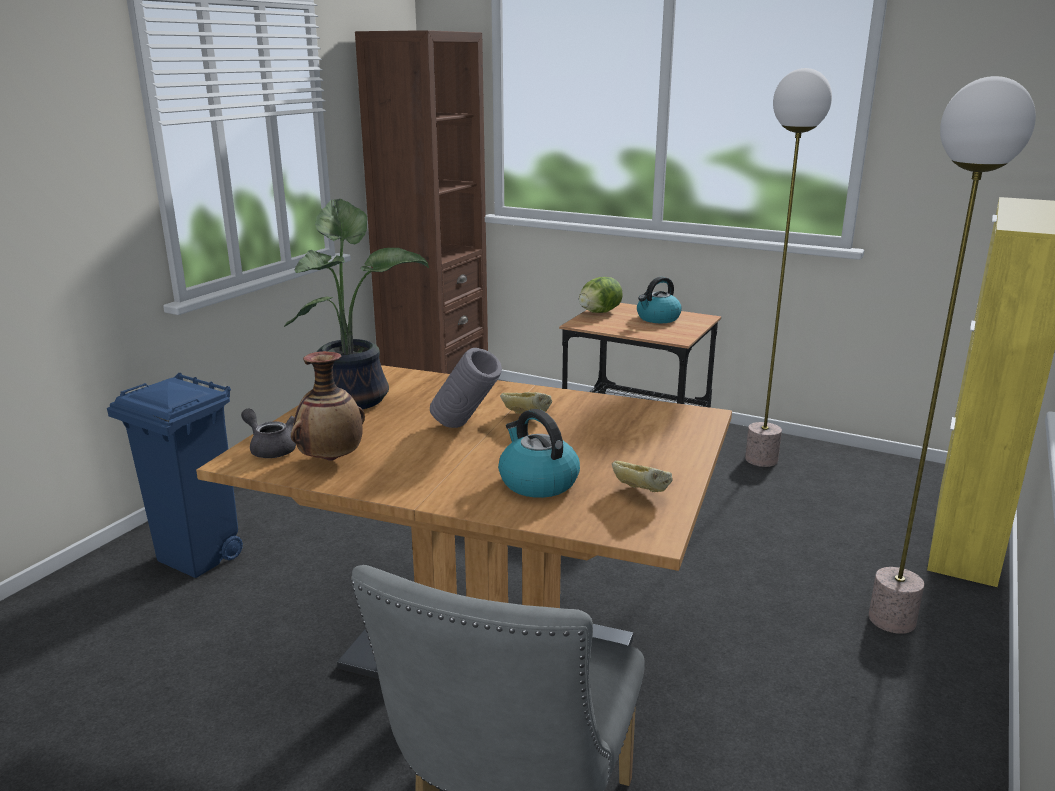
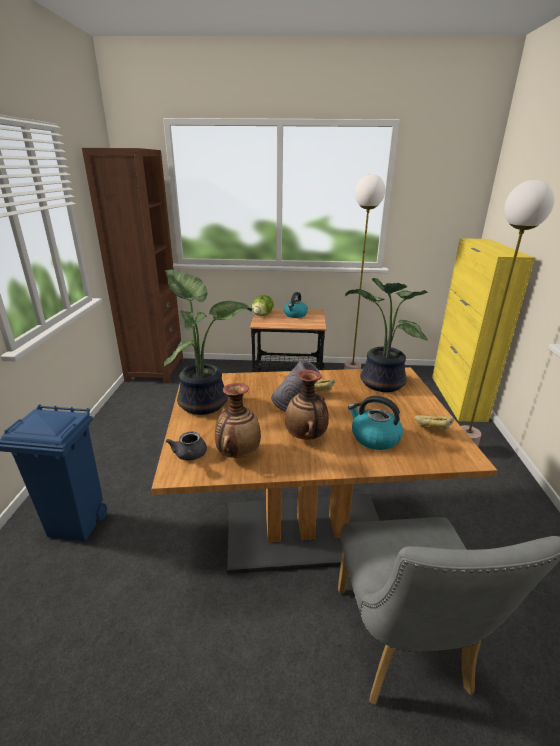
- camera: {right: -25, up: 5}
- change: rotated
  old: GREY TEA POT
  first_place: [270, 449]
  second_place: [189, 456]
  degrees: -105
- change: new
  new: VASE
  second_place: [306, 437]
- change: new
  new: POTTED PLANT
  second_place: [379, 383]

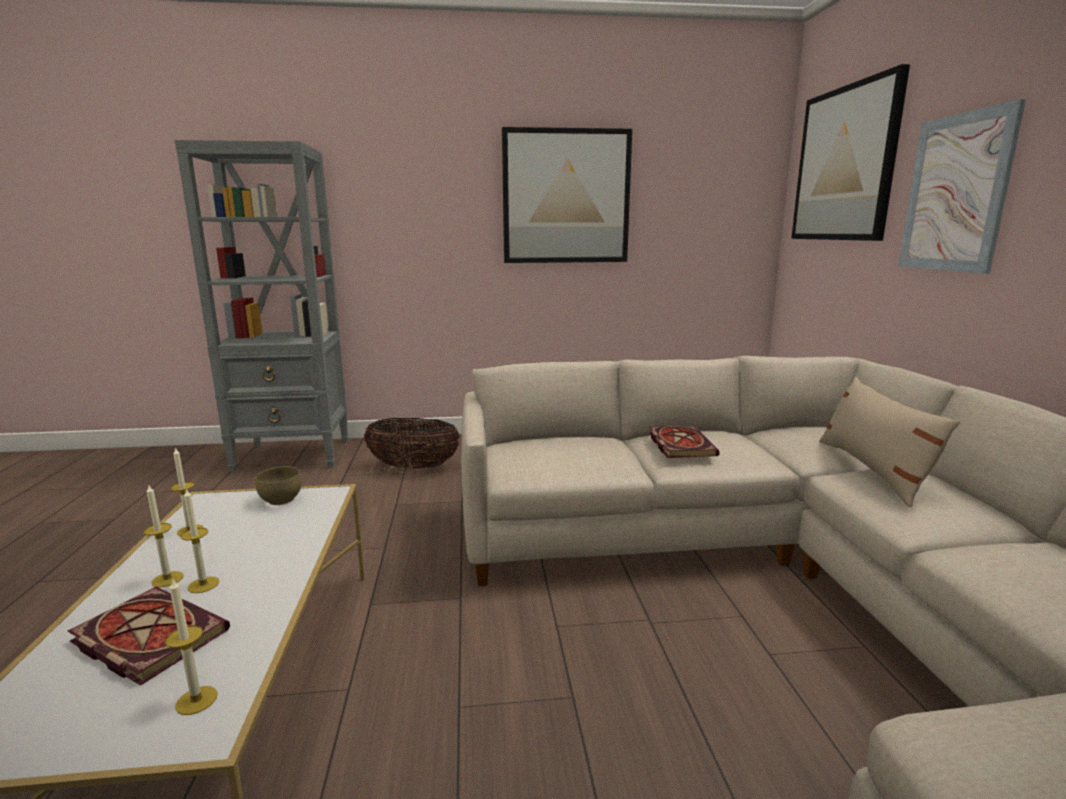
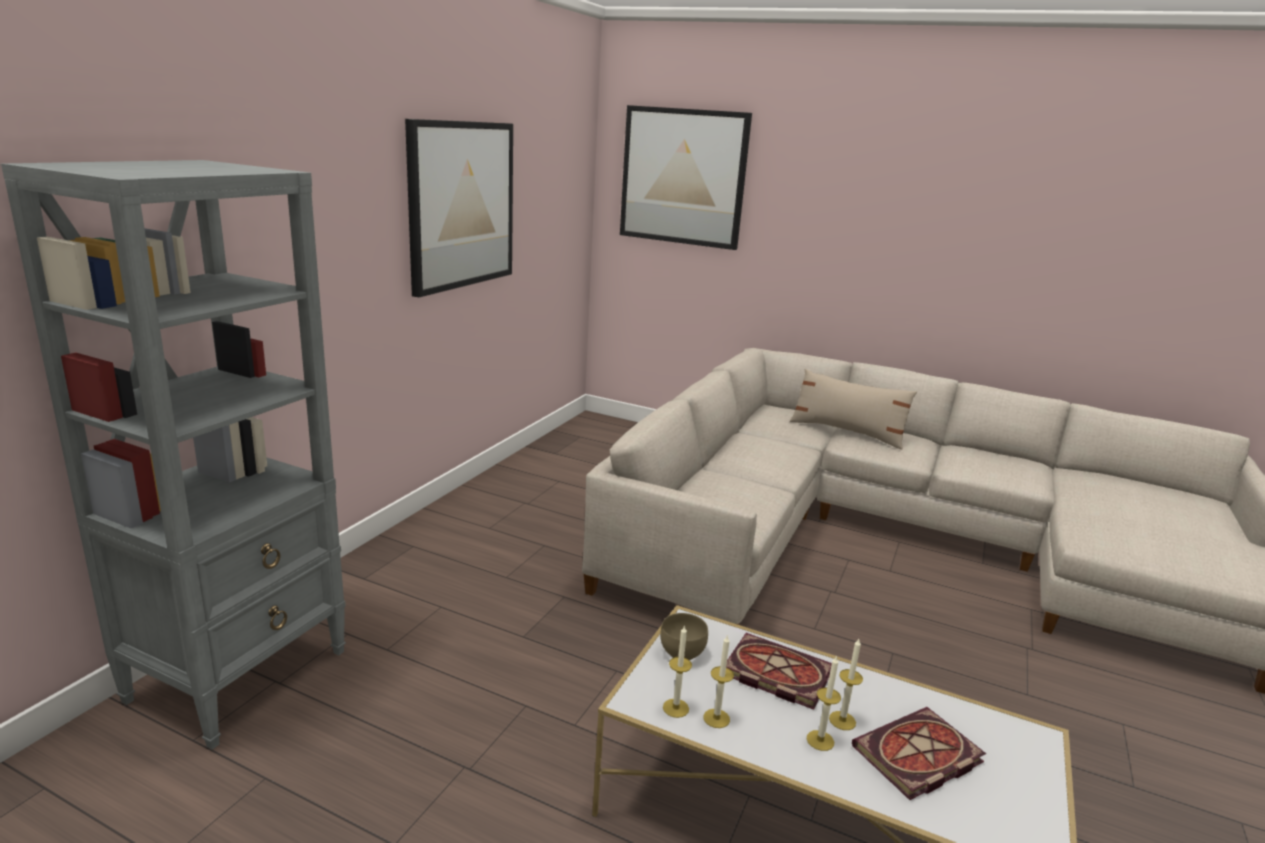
- camera: {right: -60, up: 5}
- change: shifted
  old: WAX CANDLE
  first_place: [196, 700]
  second_place: [675, 708]
- change: gone
  old: STORAGE BASKET
  first_place: [413, 467]
- change: shifted
  old: VOLUME
  first_place: [679, 444]
  second_place: [774, 673]
- change: gone
  old: WALL ART
  first_place: [955, 193]

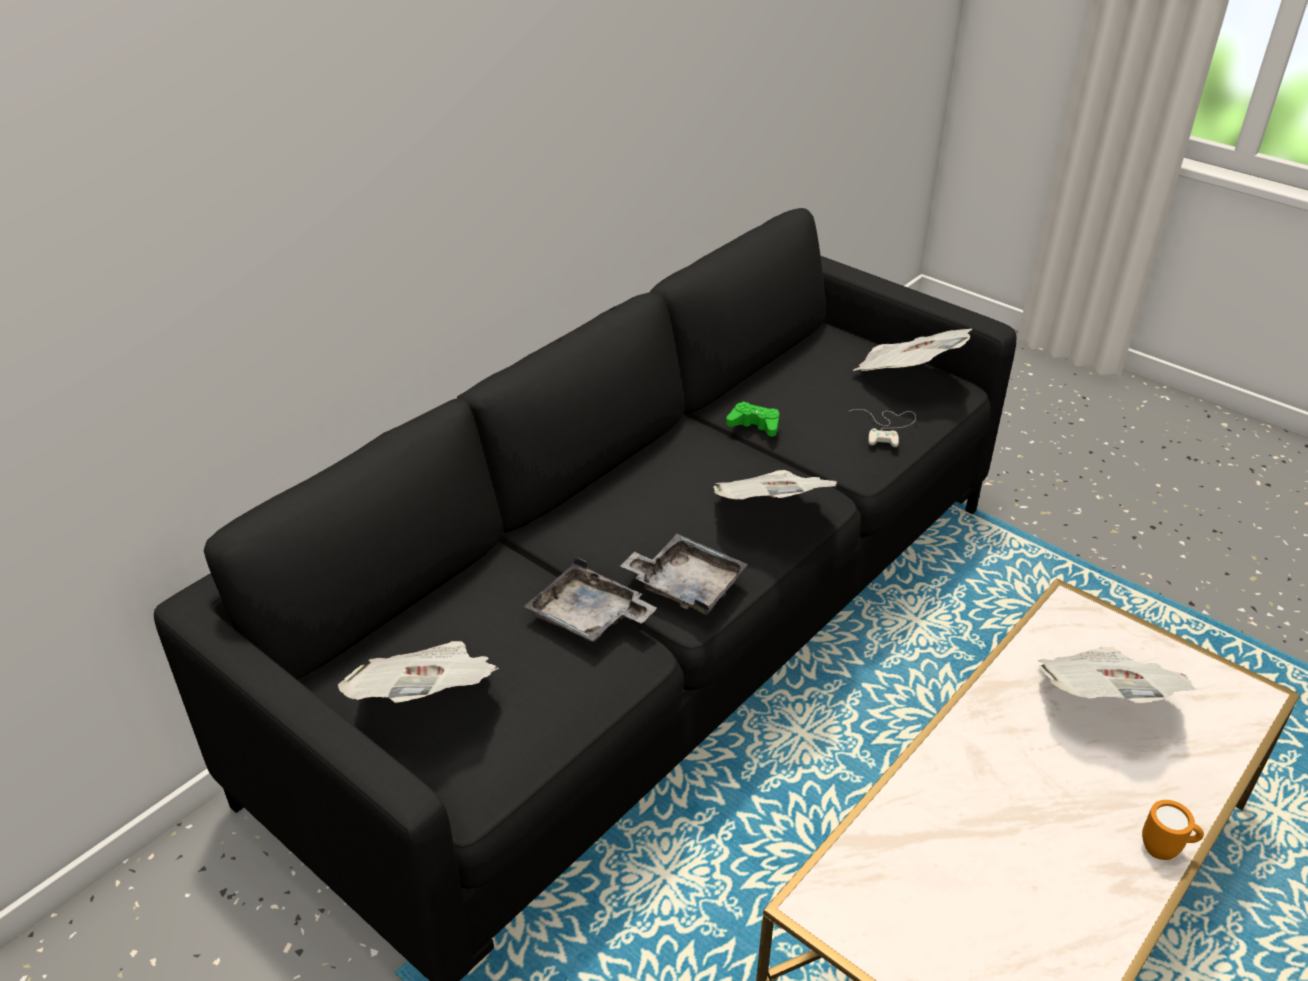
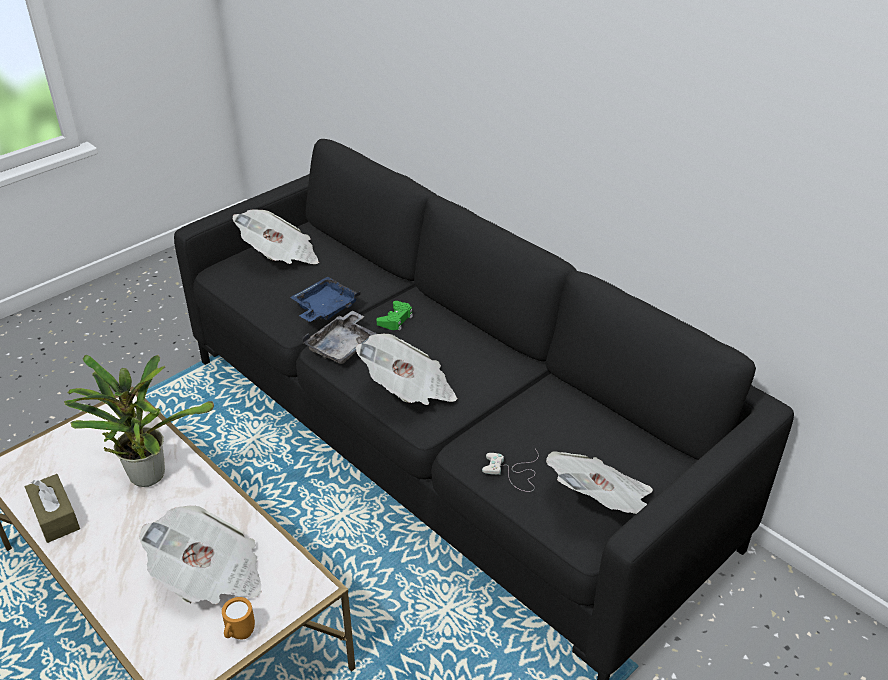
- camera: {right: 95, up: 0}
- change: repainted
  old: GREY CARRYING TRAY
  new: BLUE CARRYING TRAY
  first_place: [589, 617]
  second_place: [324, 308]
- change: shifted
  old: GREEN-COLOURED JOYPAD
  first_place: [754, 425]
  second_place: [395, 319]
- change: shifted
  old: ORANGE COFFEE MUG
  first_place: [1165, 850]
  second_place: [239, 635]
- change: new
  new: BROWNISH TISSUE HOLDER
  second_place: [55, 516]
- change: new
  new: POTTED PLANT
  second_place: [145, 473]

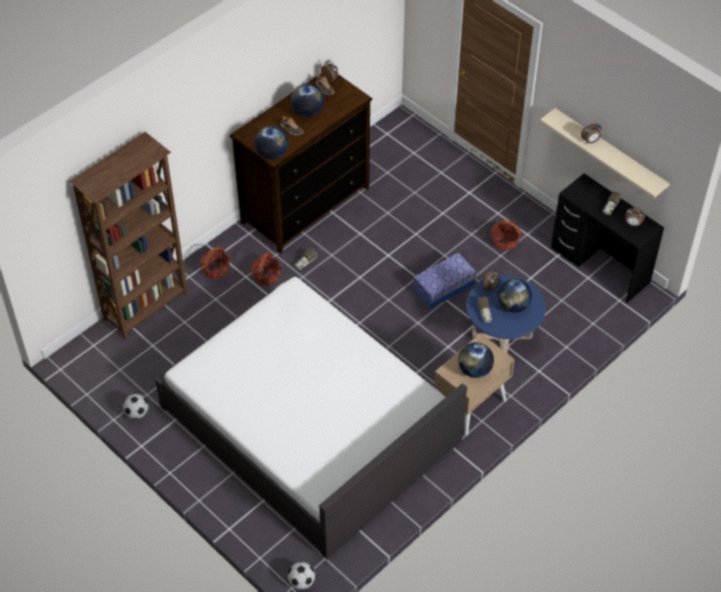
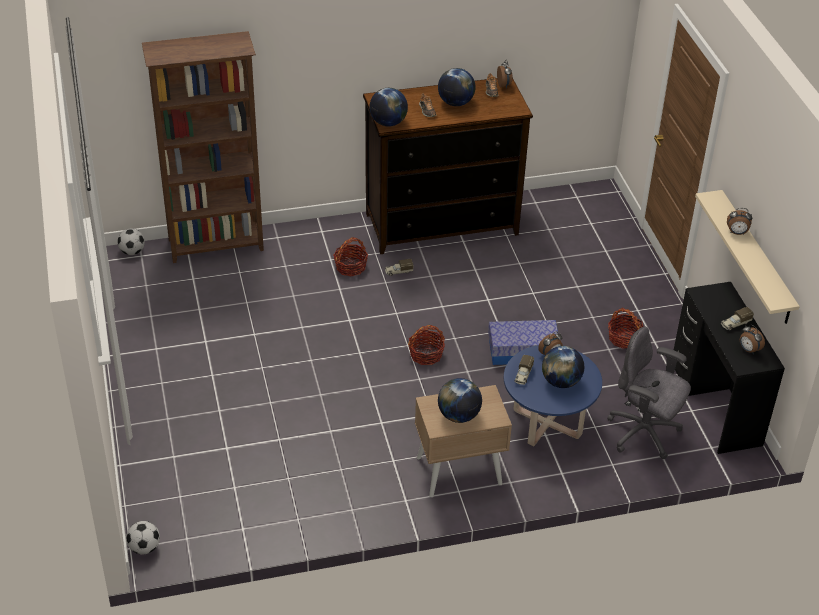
- camera: {right: 30, up: -10}
- change: shifted
  old: BALL FOR FOOTBALL
  first_place: [137, 413]
  second_place: [132, 252]
- change: gone
  old: WHITISH BED
  first_place: [310, 424]
- change: shifted
  old: STORAGE BASKET
  first_place: [216, 269]
  second_place: [426, 354]
- change: new
  new: GREY DESK CHAIR
  second_place: [644, 433]

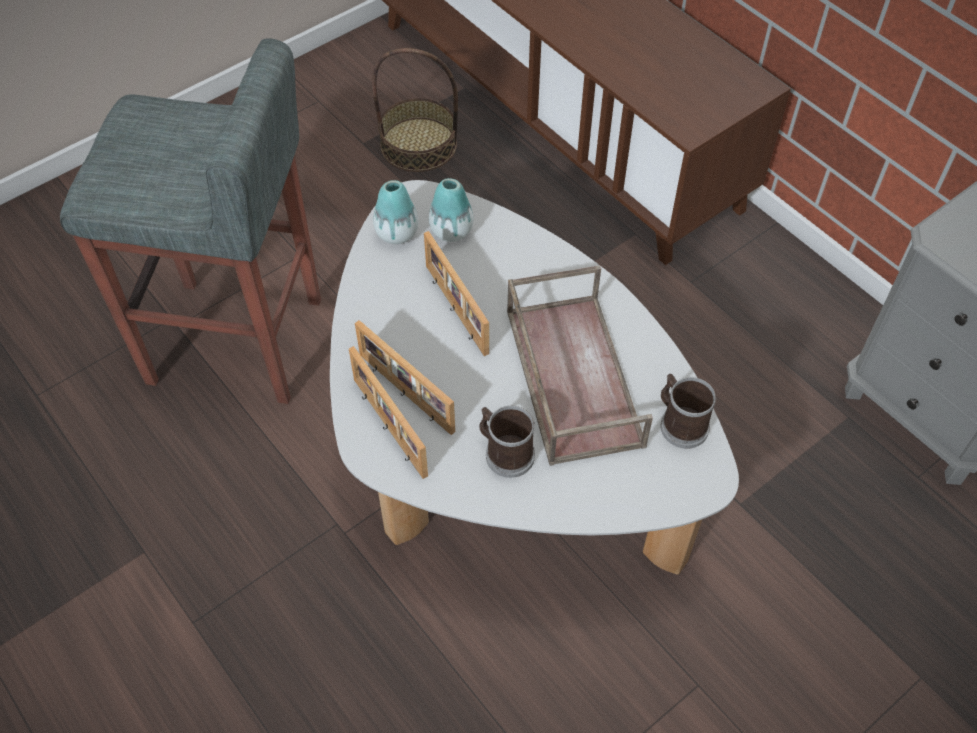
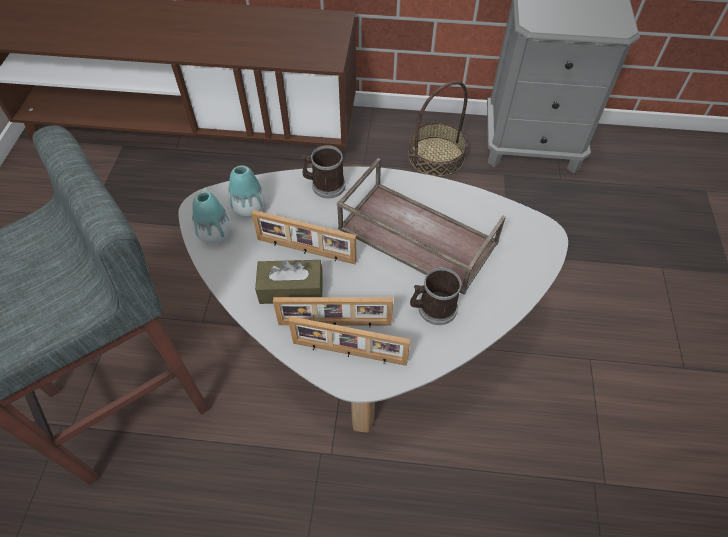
- camera: {right: -45, up: 0}
- change: shifted
  old: STORAGE BASKET
  first_place: [418, 144]
  second_place: [436, 156]
- change: shifted
  old: COFFEE MUG
  first_place: [680, 423]
  second_place: [324, 185]
- change: new
  new: BROWNISH TISSUE HOLDER
  second_place: [291, 289]

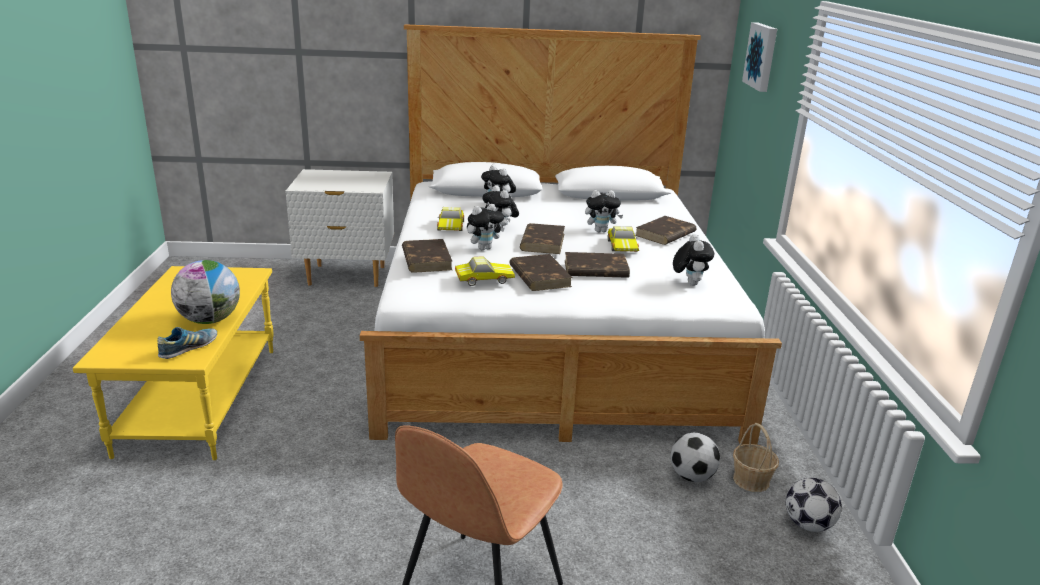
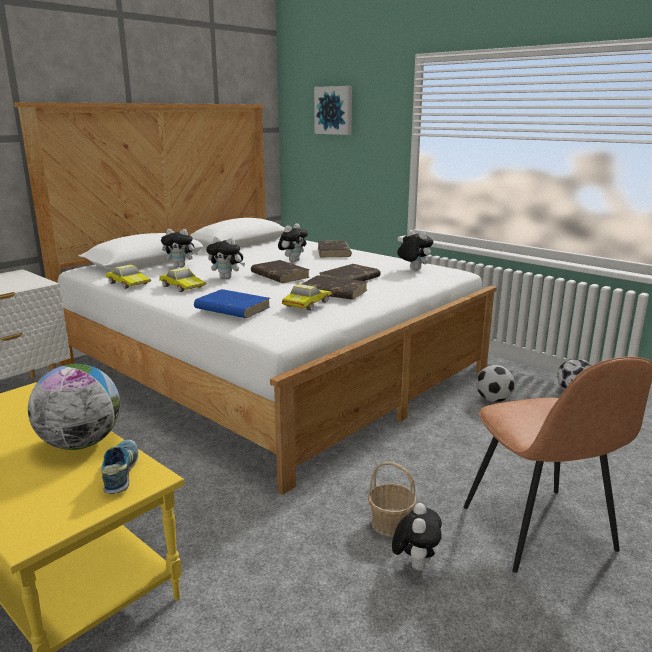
- camera: {right: -45, up: -5}
- change: repainted
  old: BROWNISH VOLUME
  new: BLUE VOLUME
  first_place: [426, 259]
  second_place: [232, 308]
- change: shifted
  old: PLUSH TOY
  first_place: [484, 248]
  second_place: [415, 564]
- change: shifted
  old: MINIATURE CAR
  first_place: [623, 246]
  second_place: [129, 283]
- change: shifted
  old: STORAGE BASKET
  first_place: [751, 480]
  second_place: [390, 523]

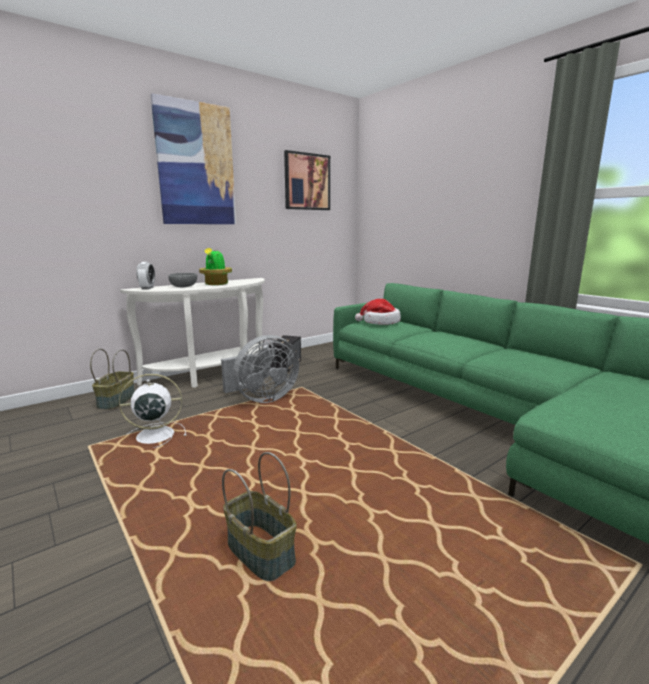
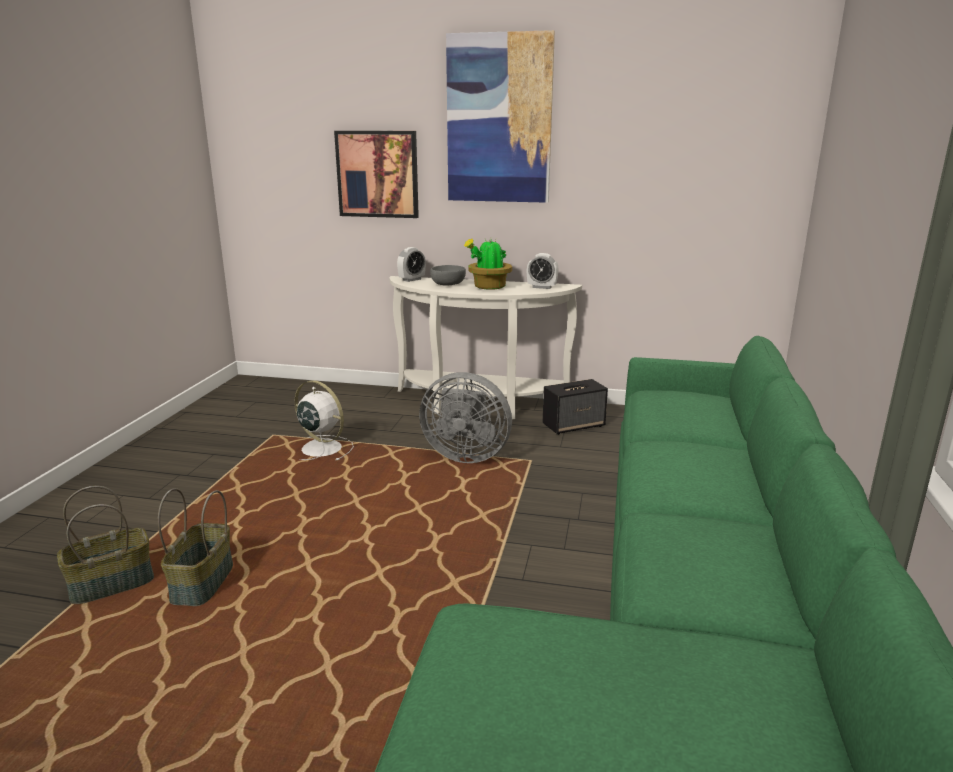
- camera: {right: 50, up: 5}
- change: shifted
  old: STORAGE BASKET
  first_place: [116, 401]
  second_place: [112, 584]
- change: shifted
  old: WALL ART
  first_place: [307, 182]
  second_place: [377, 174]
- change: gone
  old: CLOTHING HAT
  first_place: [380, 322]
- change: new
  new: TABLE CLOCK
  second_place: [542, 287]

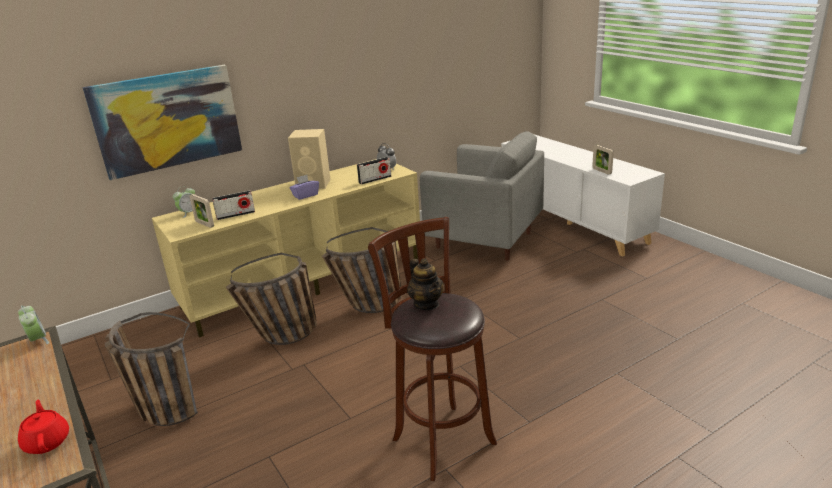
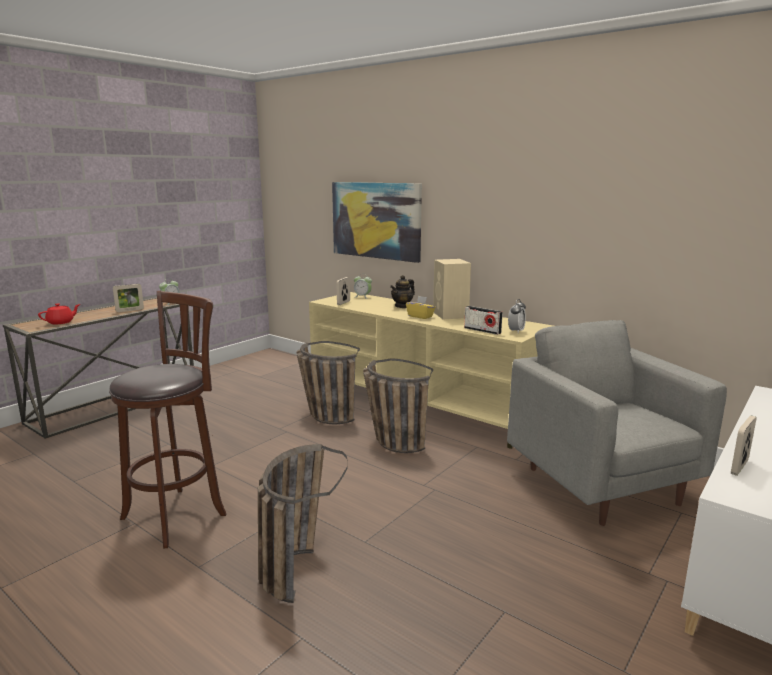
- camera: {right: 70, up: -10}
- change: shifted
  old: STORAGE BASKET
  first_place: [158, 408]
  second_place: [296, 564]
- change: gone
  old: RADIO SET
  first_place: [235, 215]
- change: repainted
  old: PURPLE-COLOURED TISSUE HOLDER
  new: YELLOWISH TISSUE HOLDER
  first_place: [305, 195]
  second_place: [420, 316]
- change: shifted
  old: TEA POT
  first_place: [426, 304]
  second_place: [402, 306]
- change: rotated
  old: GREY EASY CHAIR
  first_place: [484, 240]
  second_place: [601, 485]
  degrees: 150
- change: new
  new: PHOTO FRAME
  second_place: [130, 310]

